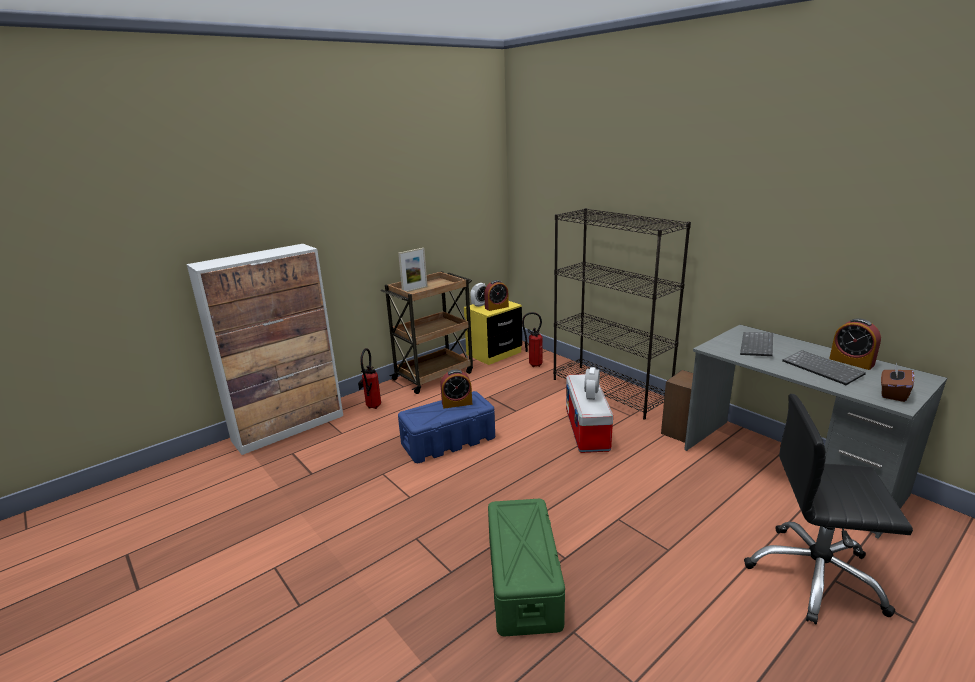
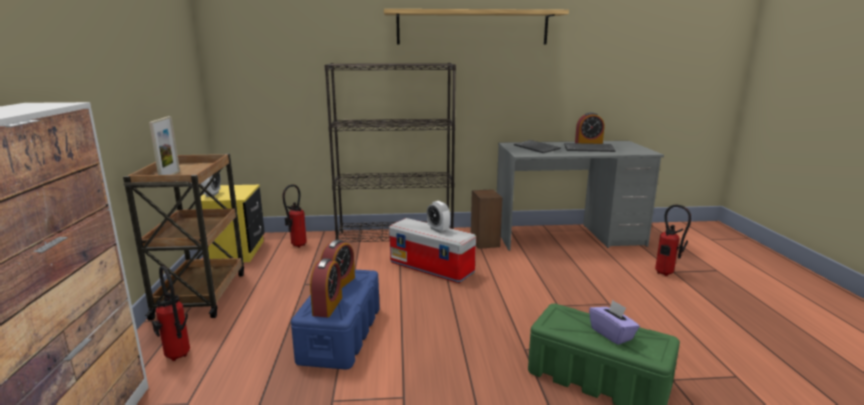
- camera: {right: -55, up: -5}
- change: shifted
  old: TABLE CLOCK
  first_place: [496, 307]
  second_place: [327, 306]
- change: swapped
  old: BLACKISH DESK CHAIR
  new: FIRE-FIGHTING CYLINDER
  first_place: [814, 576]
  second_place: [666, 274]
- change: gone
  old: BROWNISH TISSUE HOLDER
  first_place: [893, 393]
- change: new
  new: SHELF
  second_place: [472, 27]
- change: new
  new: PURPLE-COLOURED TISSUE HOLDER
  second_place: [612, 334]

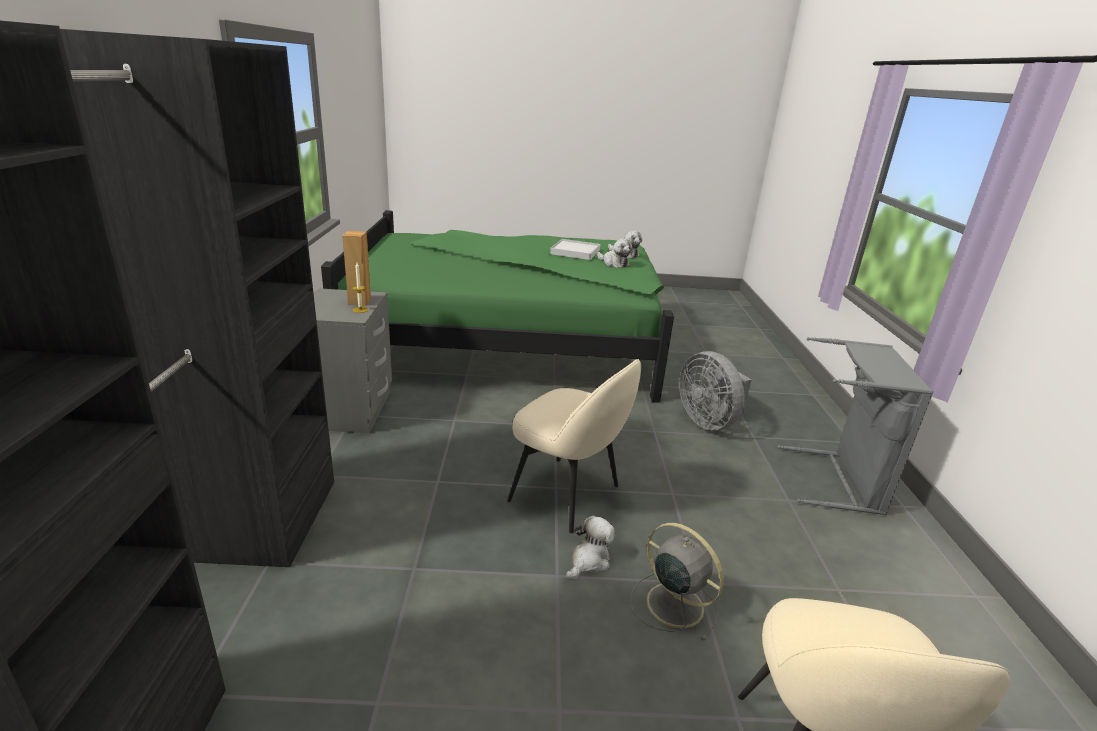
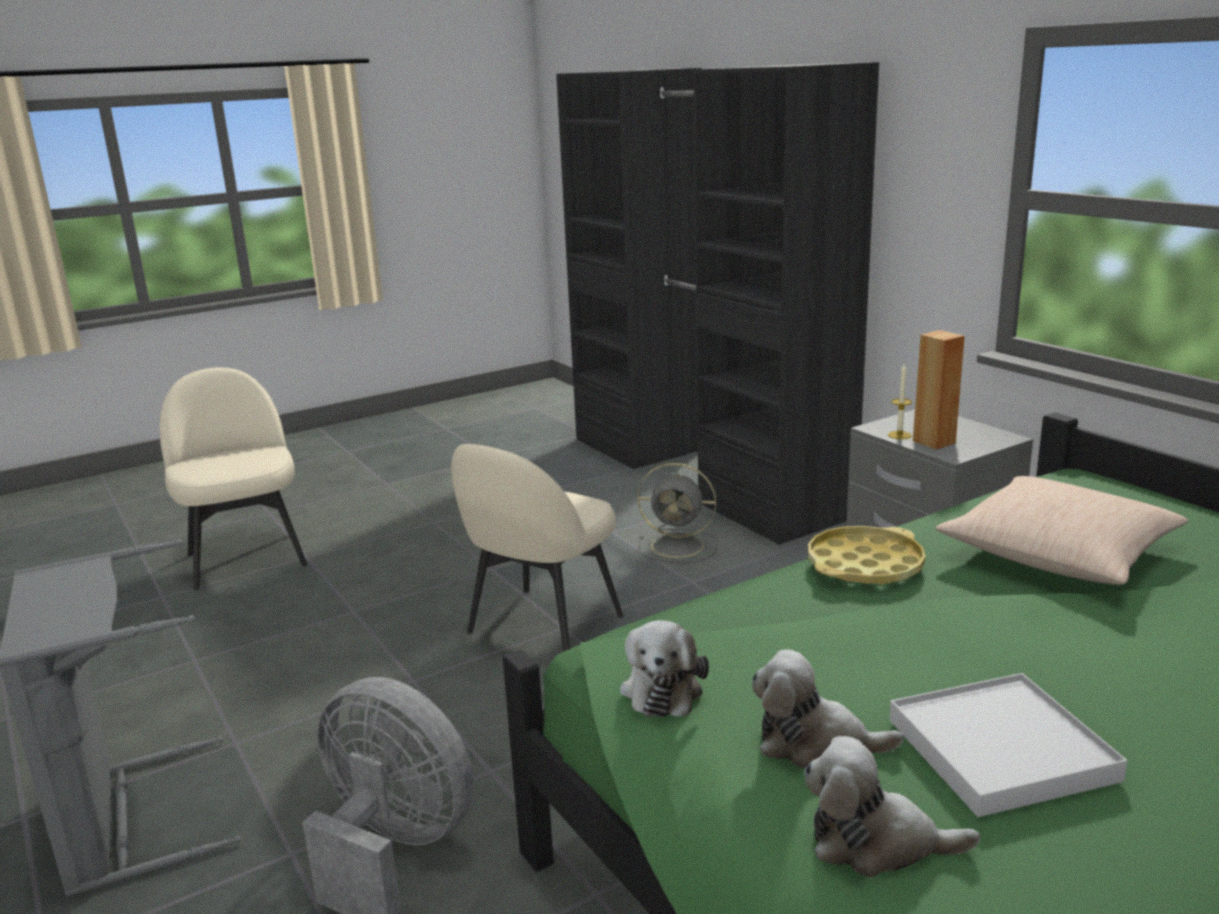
- camera: {right: 150, up: -5}
- change: rotated
  old: SAND-COLOURED UPRIGHT CHAIR
  first_place: [567, 494]
  second_place: [542, 626]
  degrees: -60
- change: shifted
  old: PLUSH TOY
  first_place: [589, 561]
  second_place: [662, 689]
- change: shifted
  old: GREY COOLING FAN
  first_place: [672, 603]
  second_place: [680, 546]
- change: new
  new: YELLOWISH CARRYING TRAY
  second_place: [864, 565]
- change: new
  new: SAND-COLOURED THROW PILLOW
  second_place: [1059, 553]

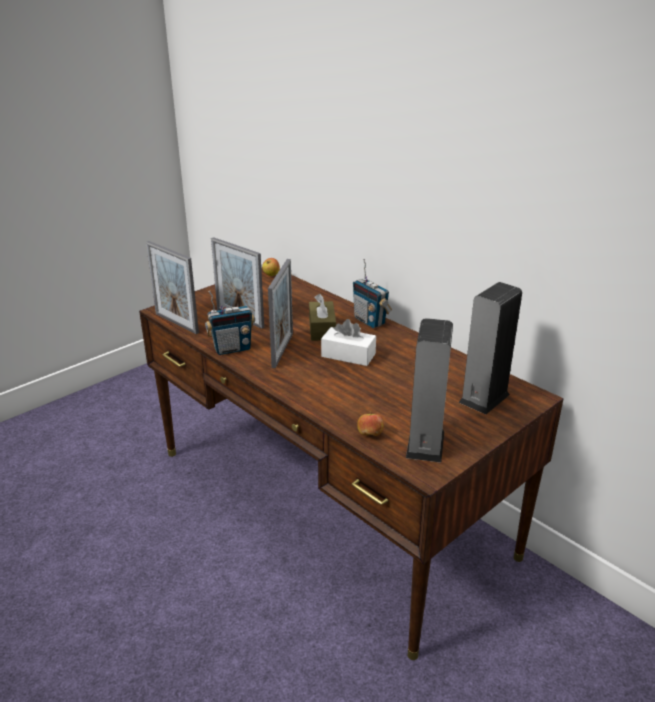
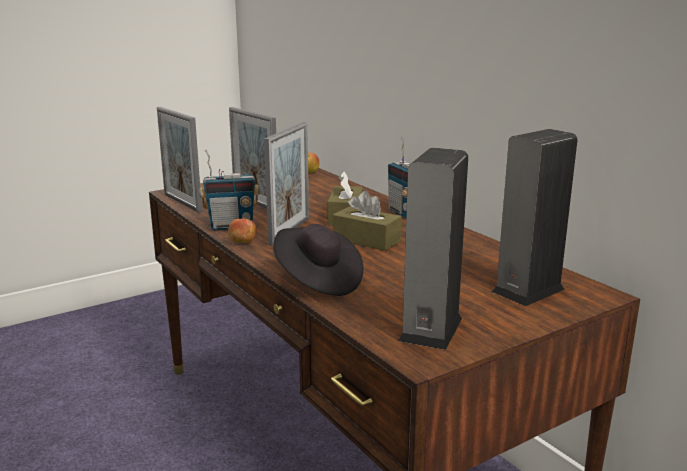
- camera: {right: 10, up: -10}
- change: repainted
  old: WHITISH TISSUE HOLDER
  new: BROWNISH TISSUE HOLDER
  first_place: [348, 355]
  second_place: [366, 240]
- change: shifted
  old: WHOLE APPLE
  first_place: [370, 434]
  second_place: [243, 243]
- change: new
  new: BLACKISH CLOTHING HAT
  second_place: [318, 280]

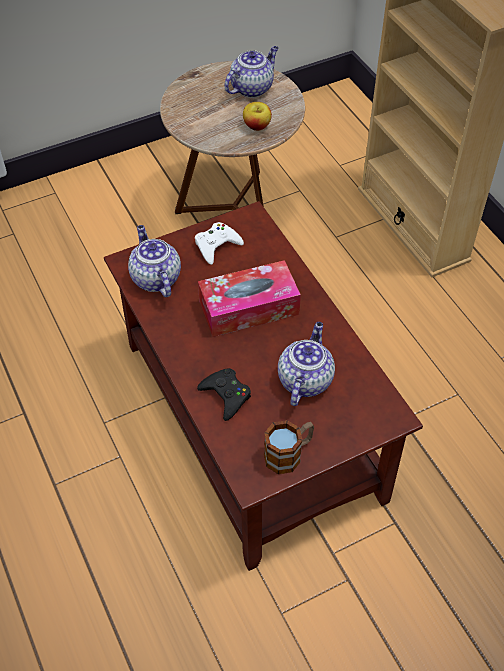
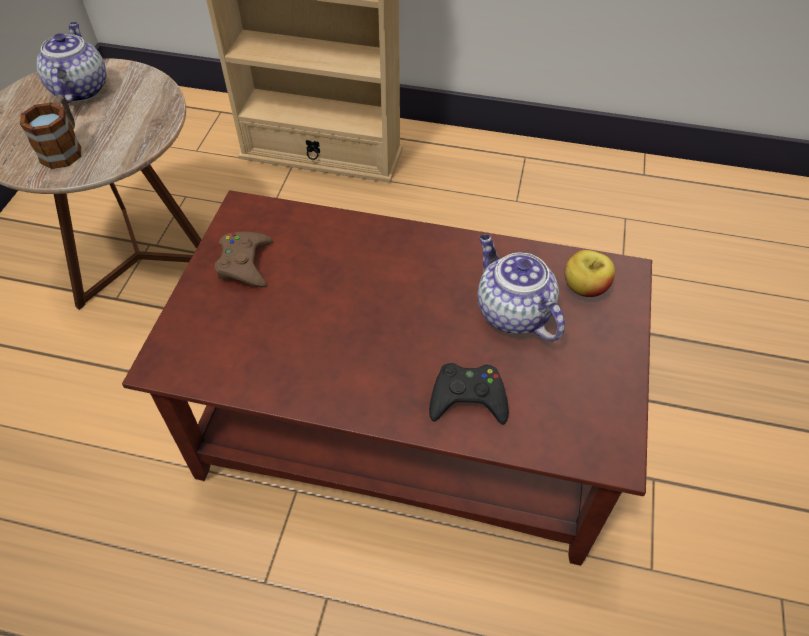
- camera: {right: -50, up: 0}
- change: gone
  old: TEA POT
  first_place: [155, 278]
- change: repainted
  old: WHITISH JOYPAD
  new: BROWNISH JOYPAD
  first_place: [217, 246]
  second_place: [245, 264]
- change: gone
  old: TISSUE HOLDER
  first_place: [249, 308]
- change: shifted
  old: WHOLE APPLE
  first_place: [257, 126]
  second_place: [584, 287]
- change: shifted
  old: COFFEE MUG
  first_place: [289, 454]
  second_place: [65, 148]

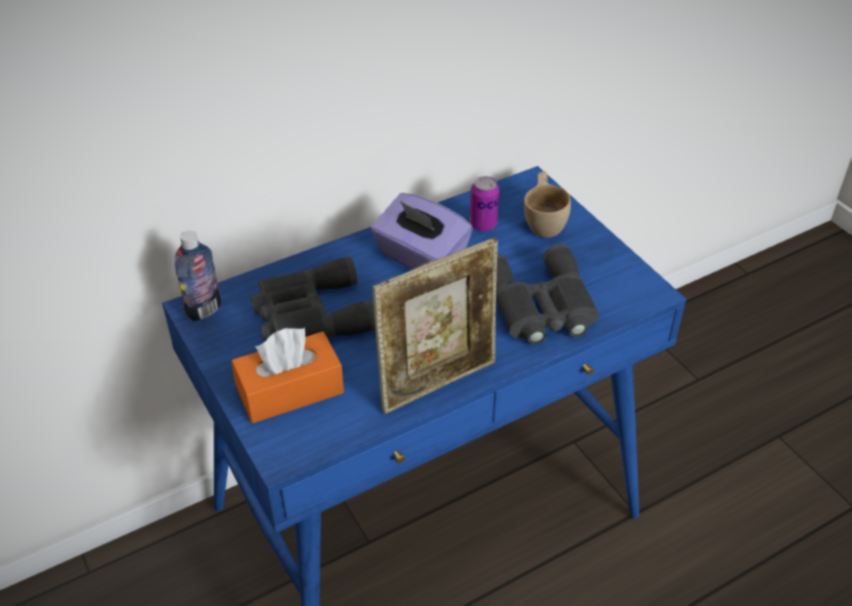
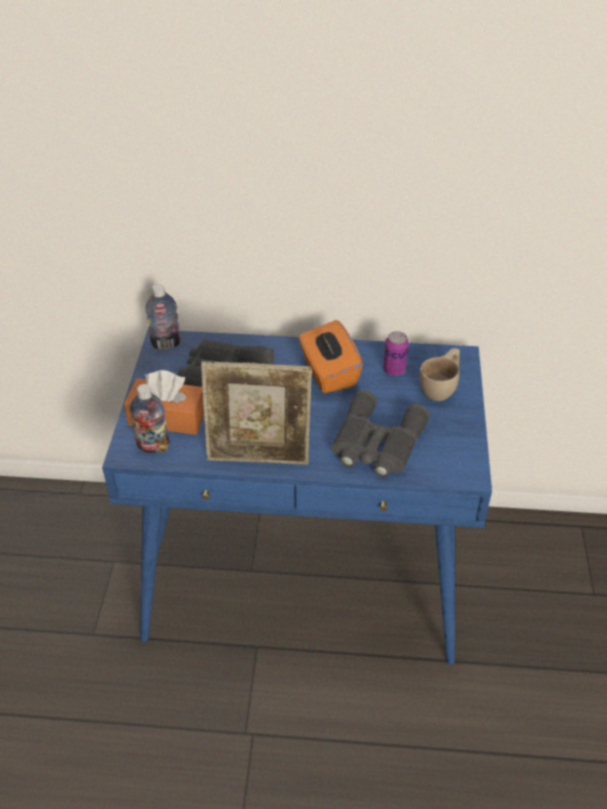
- camera: {right: 35, up: 0}
- change: repainted
  old: PURPLE-COLOURED TISSUE HOLDER
  new: ORANGE TISSUE HOLDER
  first_place: [420, 258]
  second_place: [328, 373]
- change: new
  new: BOTTLE
  second_place: [153, 447]

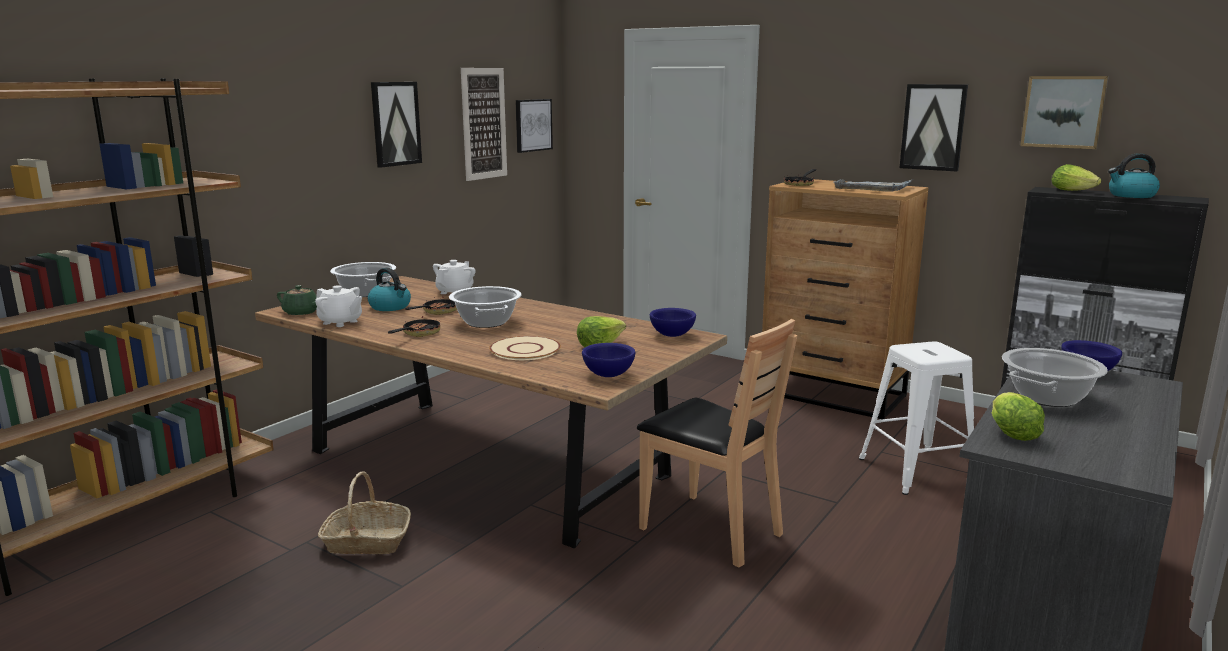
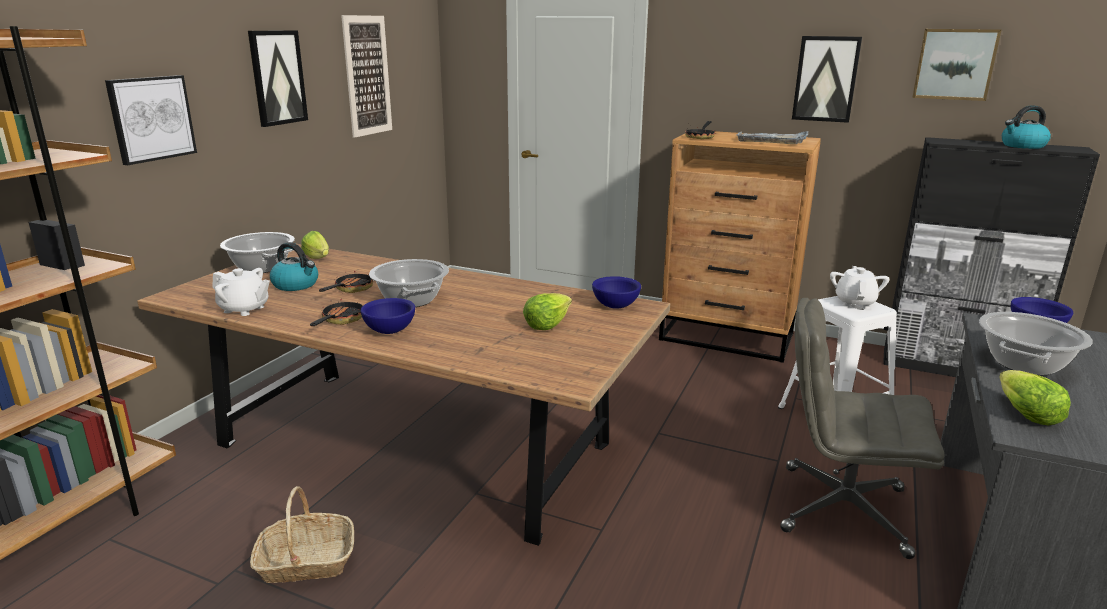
- camera: {right: -10, up: 5}
- change: gone
  old: GREEN-COLOURED TEA POT
  first_place: [302, 312]
- change: shifted
  old: WHITISH TEA POT
  first_place: [455, 292]
  second_place: [855, 302]
- change: gone
  old: SAND-COLOURED PLATE
  first_place: [524, 349]
- change: shifted
  old: WALL ART
  first_place: [532, 125]
  second_place: [151, 118]
- change: shifted
  old: BLUE DEEP DISH
  first_place: [609, 375]
  second_place: [390, 331]
- change: gone
  old: BROWNISH UPRIGHT CHAIR
  first_place: [710, 529]
- change: shifted
  old: LETTUCE
  first_place: [1075, 191]
  second_place: [318, 258]
- change: new
  new: GREY DESK CHAIR
  second_place: [841, 509]

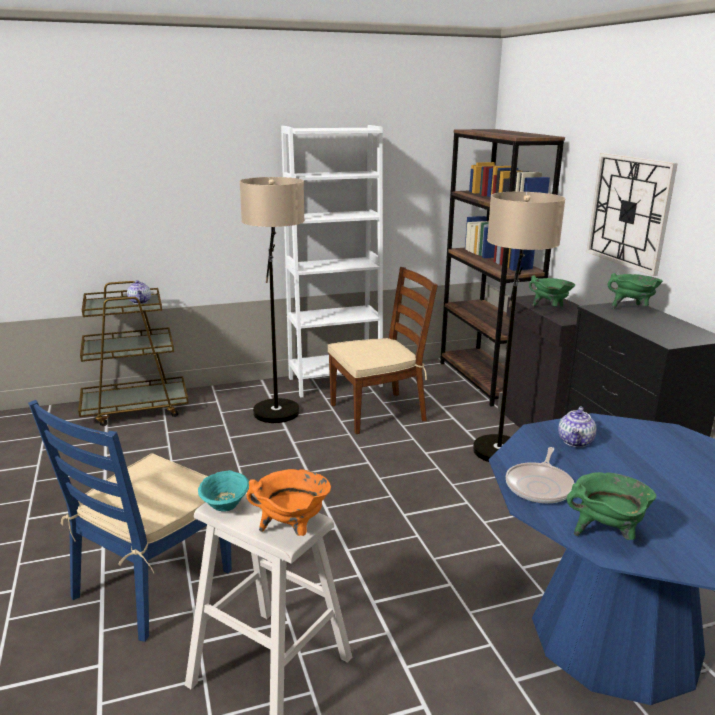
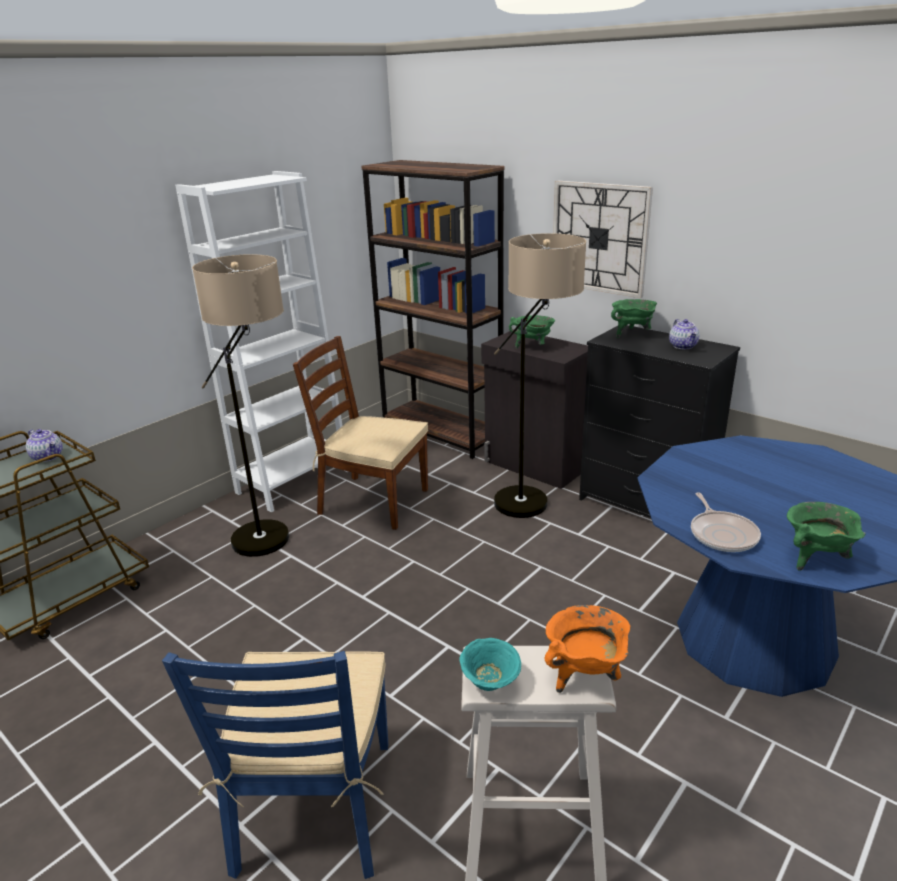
- camera: {right: -30, up: 5}
- change: rotated
  old: BROWNISH UPRIGHT CHAIR
  first_place: [378, 412]
  second_place: [372, 501]
  degrees: -105
- change: shifted
  old: TEA POT
  first_place: [576, 441]
  second_place: [683, 346]

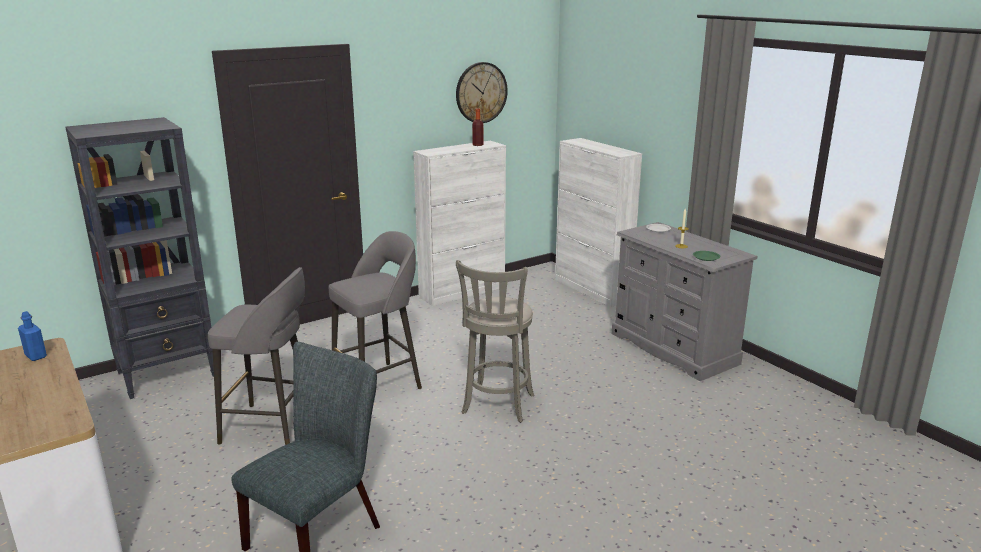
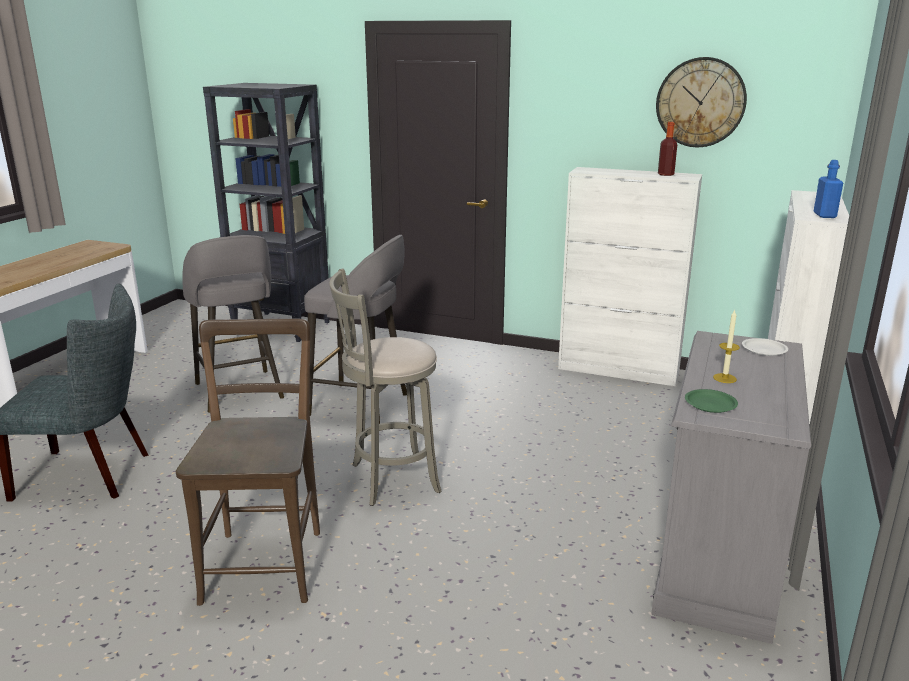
- camera: {right: 55, up: 0}
- change: shifted
  old: BLUE BOTTLE
  first_place: [36, 356]
  second_place: [824, 215]
- change: new
  new: BROWNISH UPRIGHT CHAIR
  second_place: [265, 561]

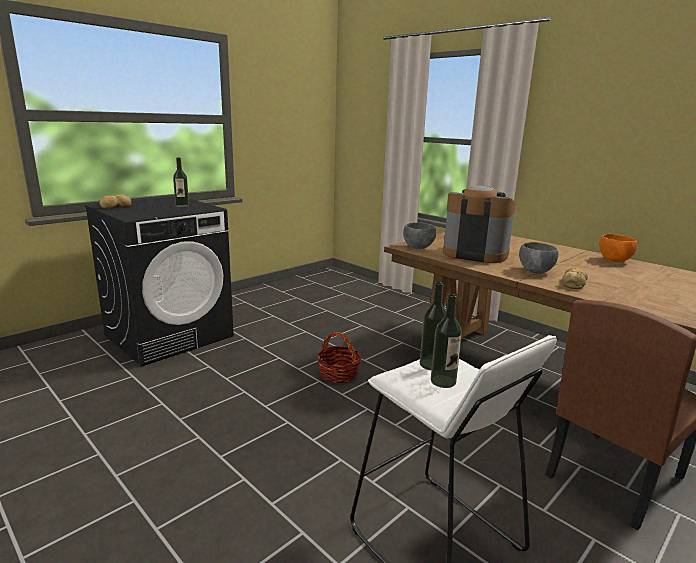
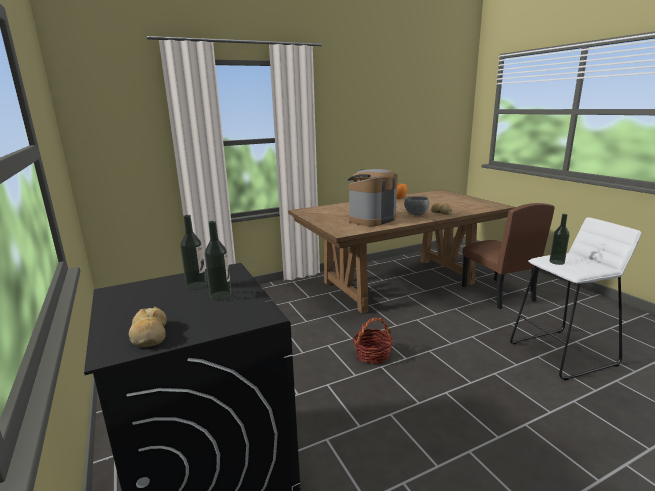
- camera: {right: -70, up: 0}
- change: gone
  old: GREY DEEP DISH
  first_place: [418, 247]
- change: shifted
  old: BOTTLE
  first_place: [443, 381]
  second_place: [220, 295]

